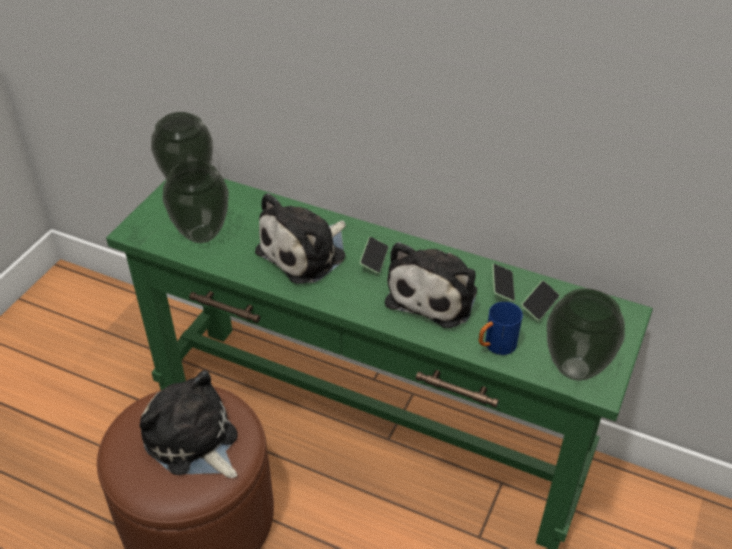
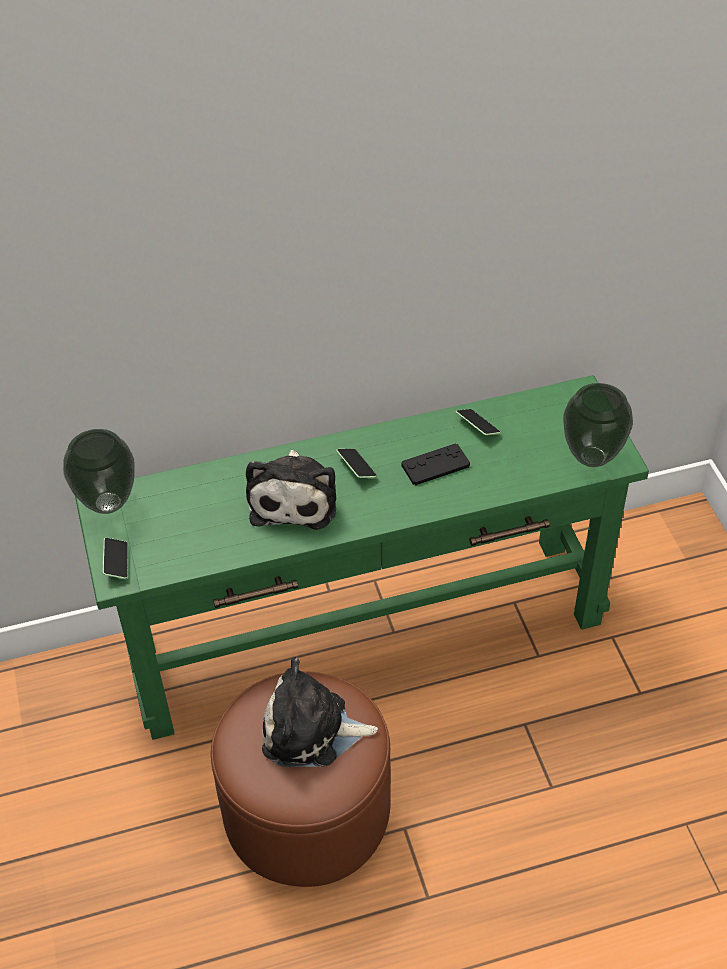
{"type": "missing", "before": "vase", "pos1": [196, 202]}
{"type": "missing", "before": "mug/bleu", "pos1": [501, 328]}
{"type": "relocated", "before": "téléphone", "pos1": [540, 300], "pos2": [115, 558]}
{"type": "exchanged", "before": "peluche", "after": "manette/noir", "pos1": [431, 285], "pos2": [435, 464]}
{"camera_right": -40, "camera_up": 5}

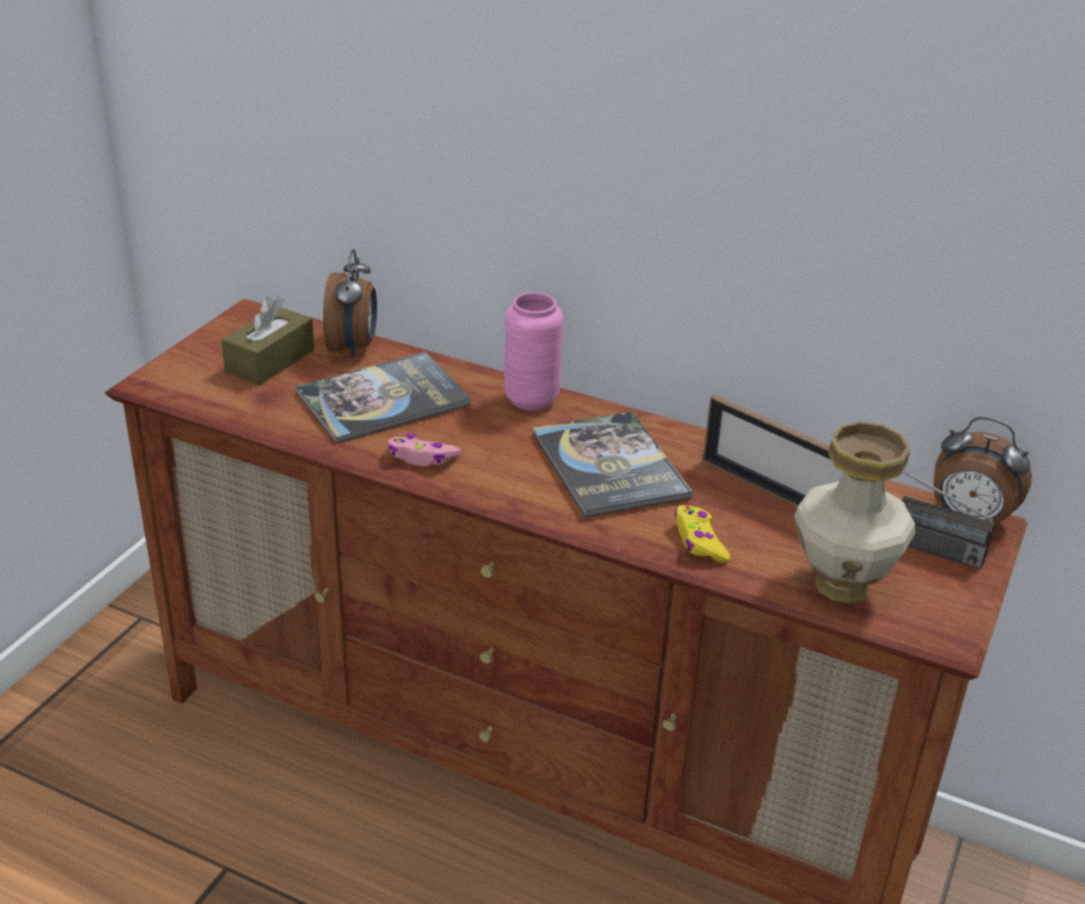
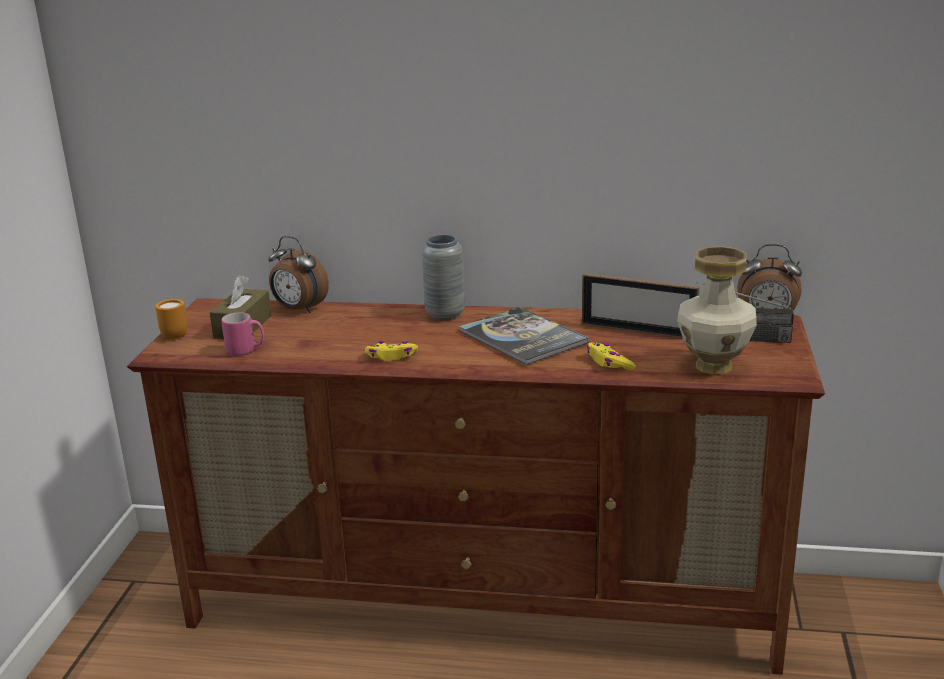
{"type": "missing", "before": "livre", "pos1": [384, 398]}
{"type": "appeared", "after": "mug/orange", "pos2": [171, 319]}
{"type": "appeared", "after": "mug/rose", "pos2": [242, 334]}
{"type": "colour", "before": "manette/rose", "after": "manette/jaune", "pos1": [424, 450], "pos2": [391, 351]}
{"type": "colour", "before": "vase/rose", "after": "vase/gris", "pos1": [533, 351], "pos2": [443, 277]}
{"type": "spun", "before": "réveil", "pos1": [350, 303], "pos2": [299, 274], "turn": 135}
{"camera_right": -15, "camera_up": -10}

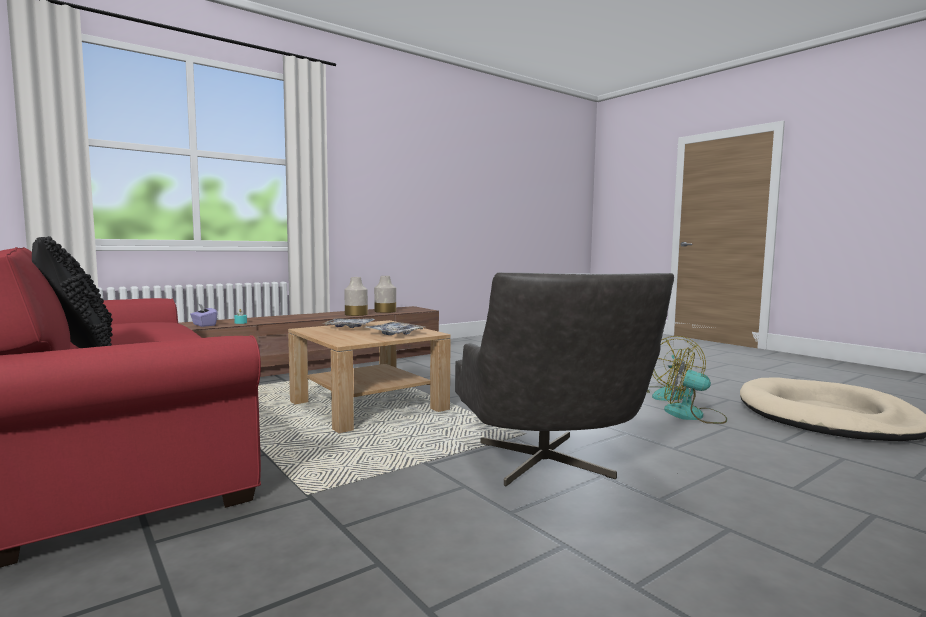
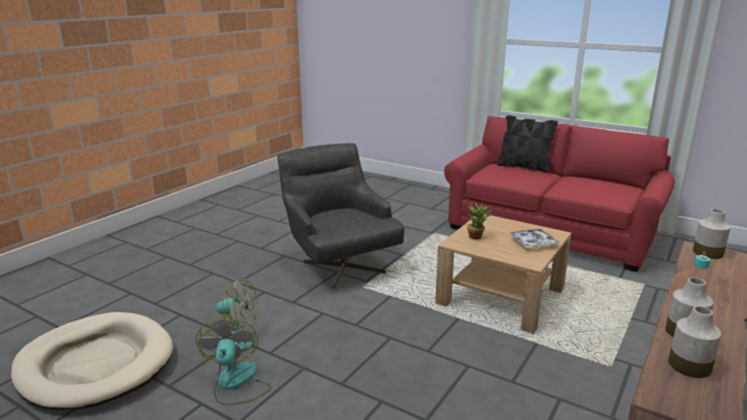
{"type": "exchanged", "before": "boîte à mouchoirs/violet", "after": "vase/beige", "pos1": [204, 315], "pos2": [712, 234]}
{"type": "exchanged", "before": "plateau", "after": "plante en pot", "pos1": [394, 328], "pos2": [481, 220]}
{"camera_right": 160, "camera_up": 15}

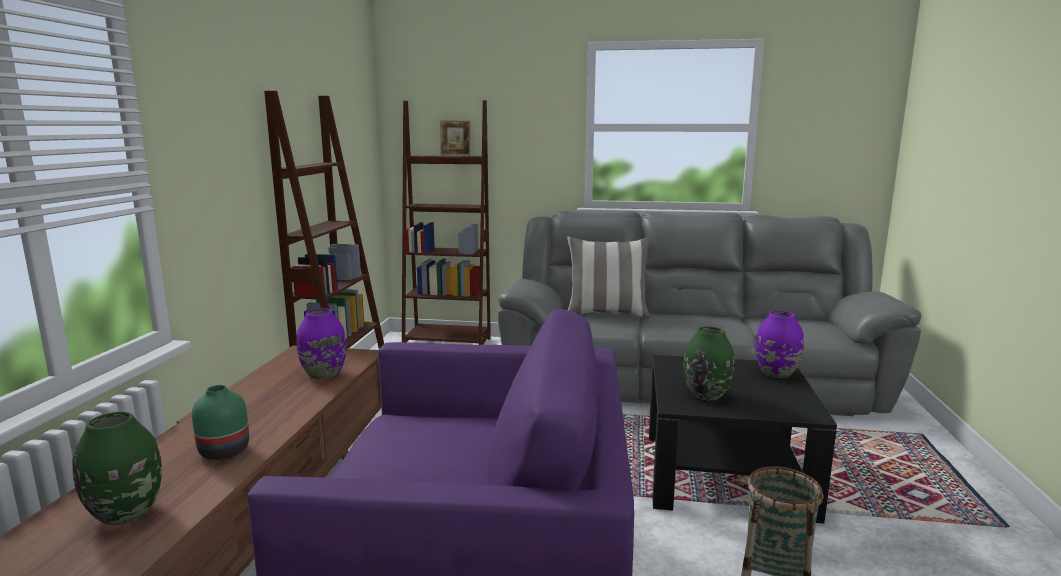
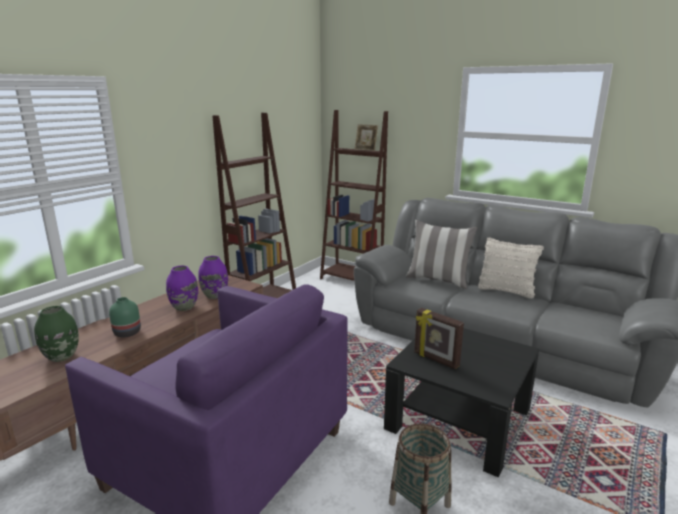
{"type": "appeared", "after": "coussin/beige", "pos2": [511, 268]}
{"type": "relocated", "before": "vase/violet", "pos1": [779, 344], "pos2": [182, 288]}
{"type": "exchanged", "before": "vase/vert", "after": "cadre photo", "pos1": [709, 363], "pos2": [439, 338]}
{"camera_right": 25, "camera_up": 5}

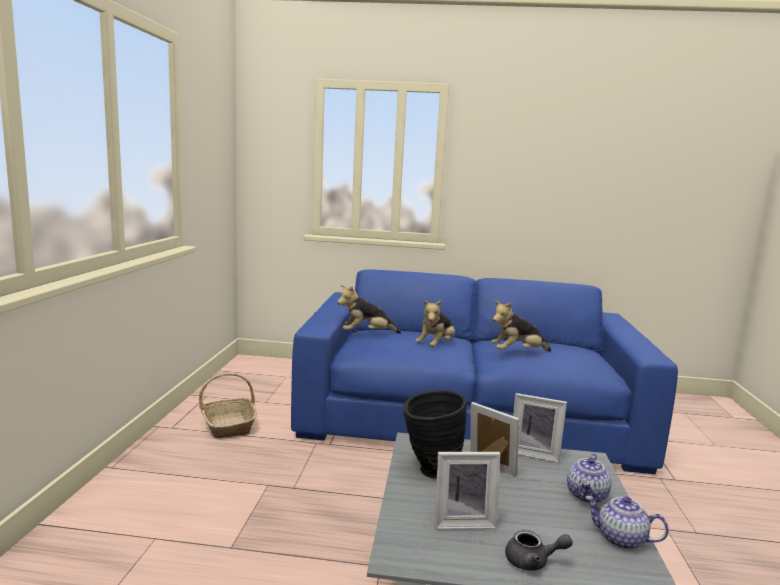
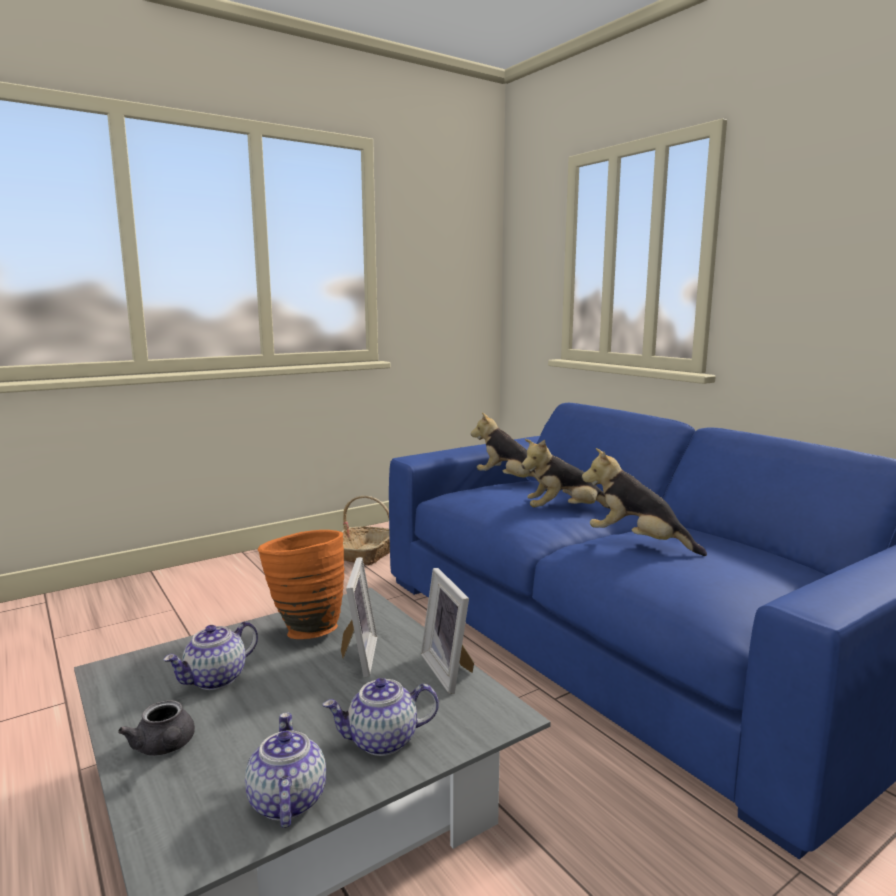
{"type": "exchanged", "before": "cadre photo", "after": "théière", "pos1": [468, 490], "pos2": [210, 655]}
{"type": "colour", "before": "vase/noir", "after": "vase/orange", "pos1": [434, 434], "pos2": [300, 584]}
{"camera_right": 50, "camera_up": 0}

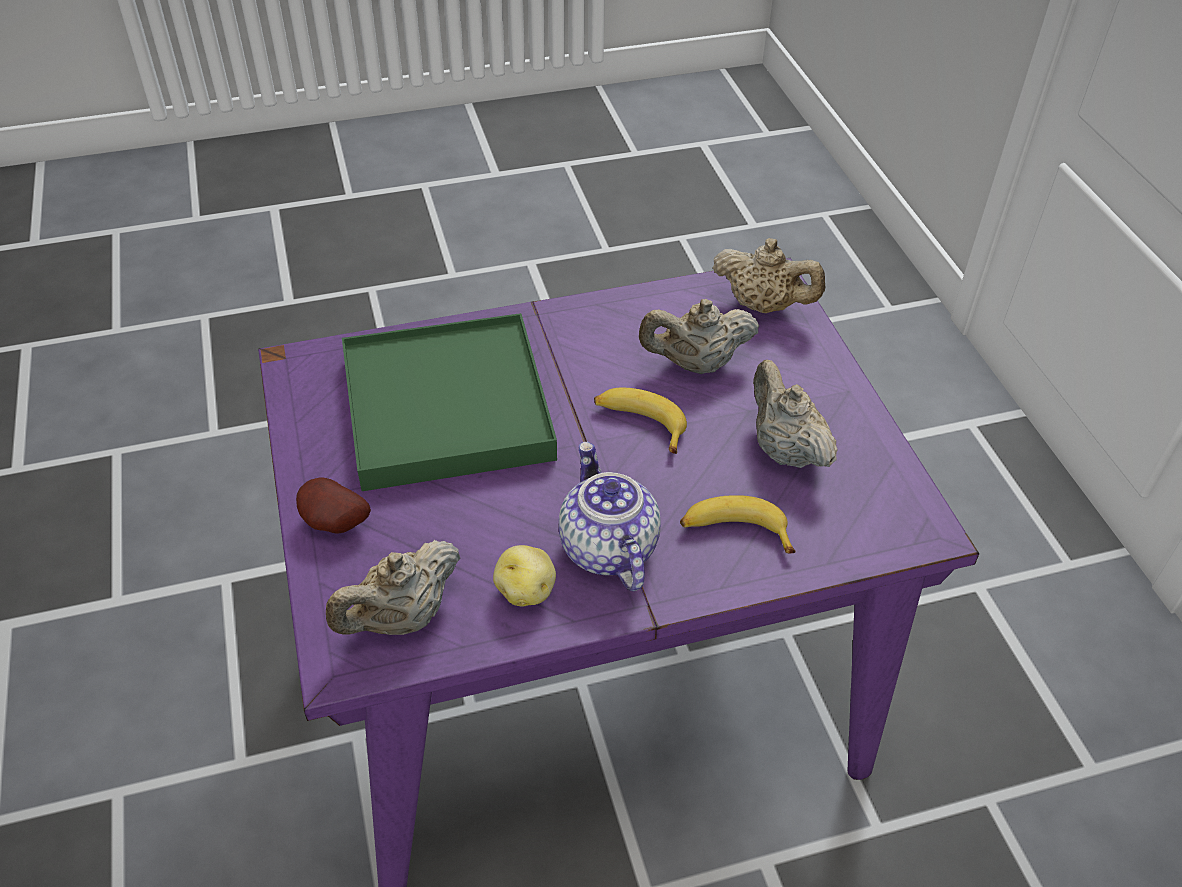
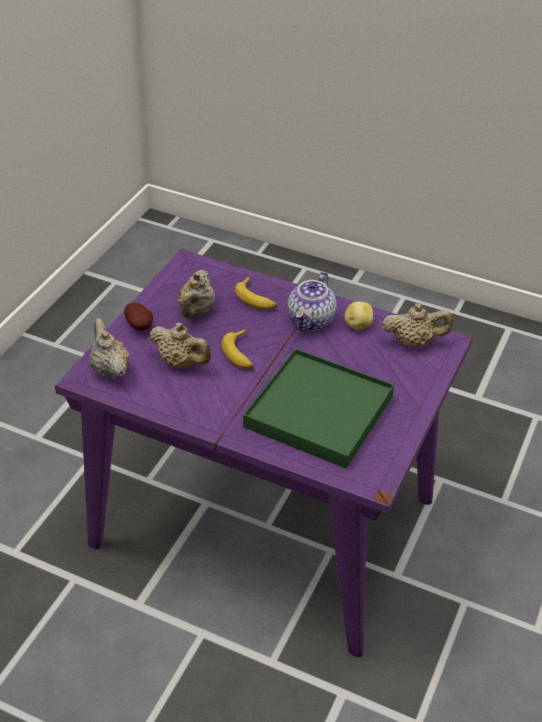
{"type": "relocated", "before": "pomme de terre", "pos1": [333, 505], "pos2": [138, 317]}
{"camera_right": -140, "camera_up": -5}

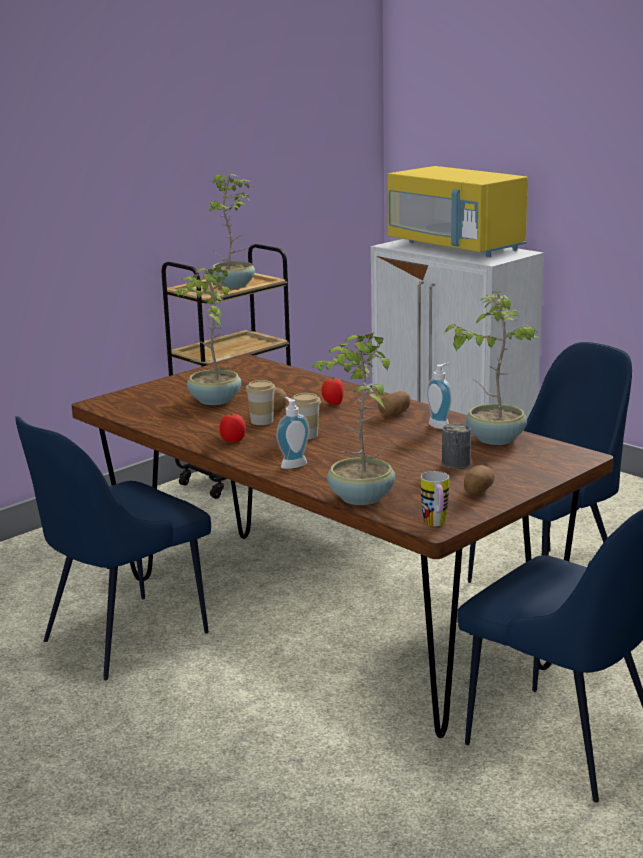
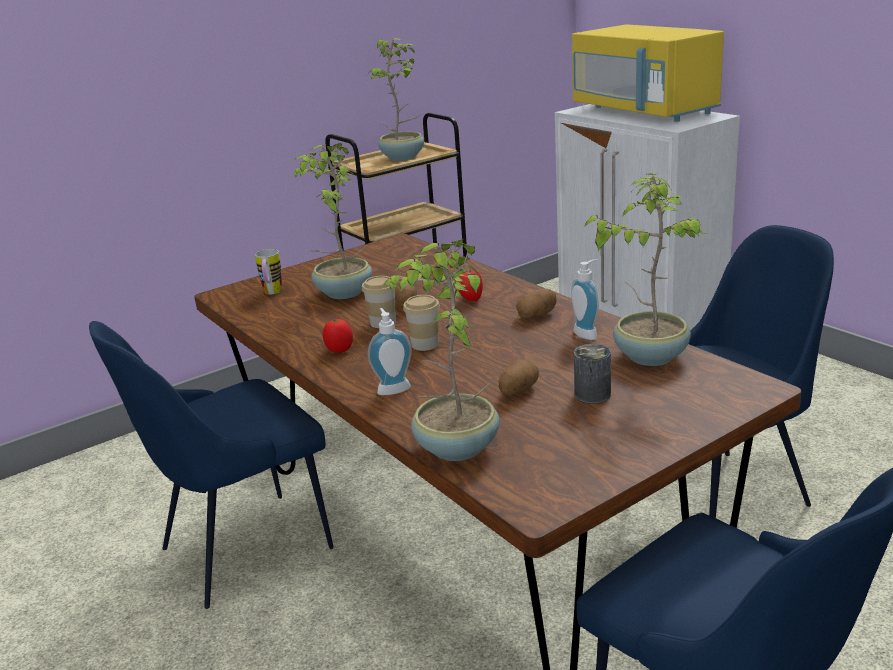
{"type": "relocated", "before": "mug", "pos1": [435, 498], "pos2": [268, 272]}
{"type": "relocated", "before": "pomme de terre", "pos1": [479, 479], "pos2": [519, 377]}
{"camera_right": 10, "camera_up": 5}

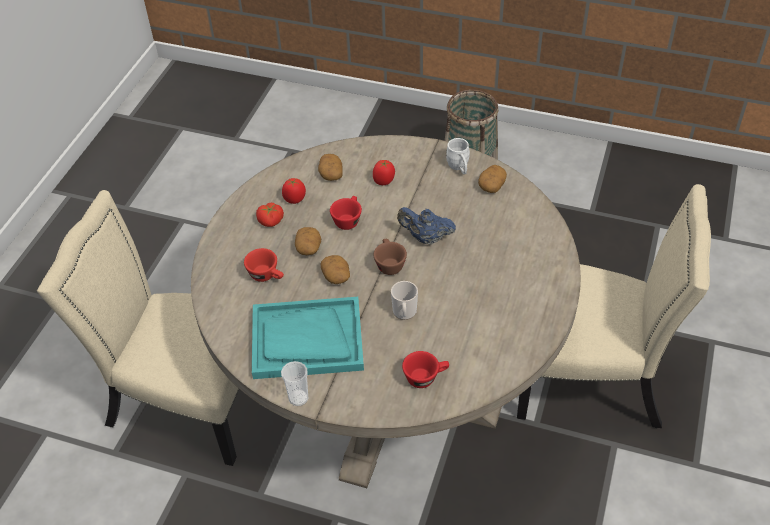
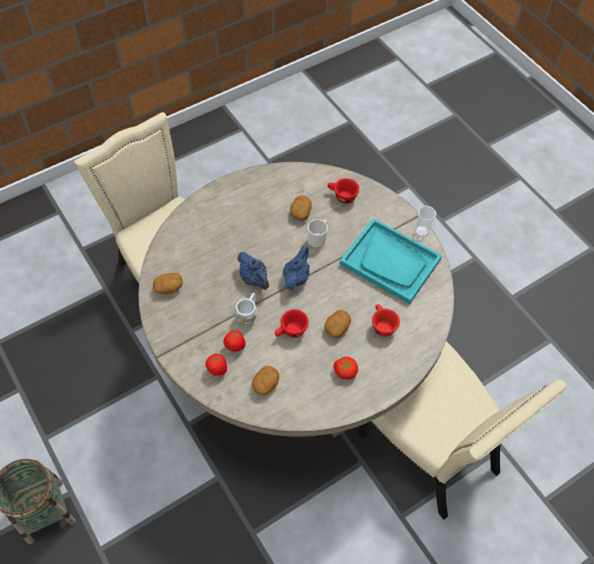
{"type": "relocated", "before": "tomate", "pos1": [294, 191], "pos2": [216, 365]}
{"type": "relocated", "before": "pomme de terre", "pos1": [335, 269], "pos2": [301, 208]}
{"type": "relocated", "before": "mug/blanc", "pos1": [458, 156], "pos2": [246, 309]}
{"type": "exchanged", "before": "tasse/marron", "after": "théière/bleu", "pos1": [390, 257], "pos2": [296, 268]}
{"camera_right": -145, "camera_up": 10}

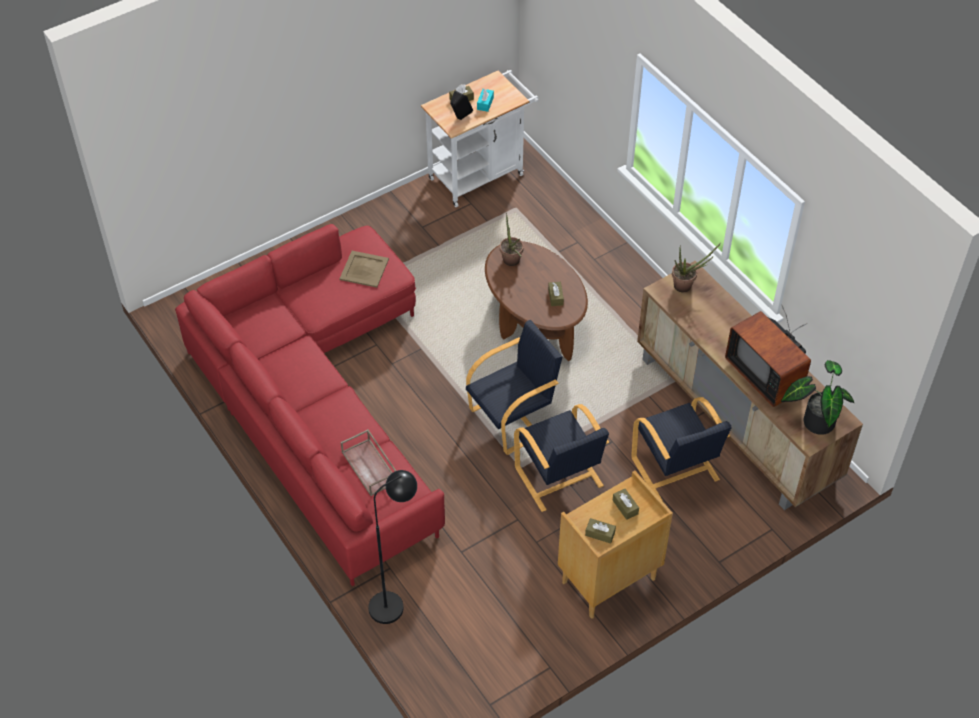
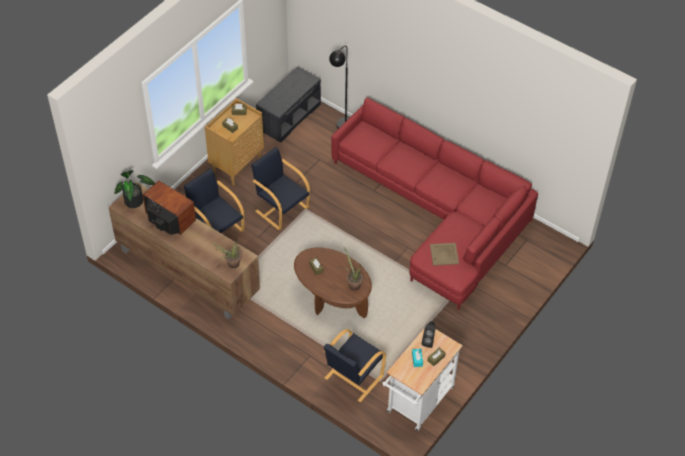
{"type": "missing", "before": "plateau/marron", "pos1": [368, 462]}
{"type": "appeared", "after": "banc/gris", "pos2": [288, 104]}
{"type": "relocated", "before": "fauteuil/noir", "pos1": [514, 387], "pos2": [355, 365]}
{"camera_right": 160, "camera_up": 0}

